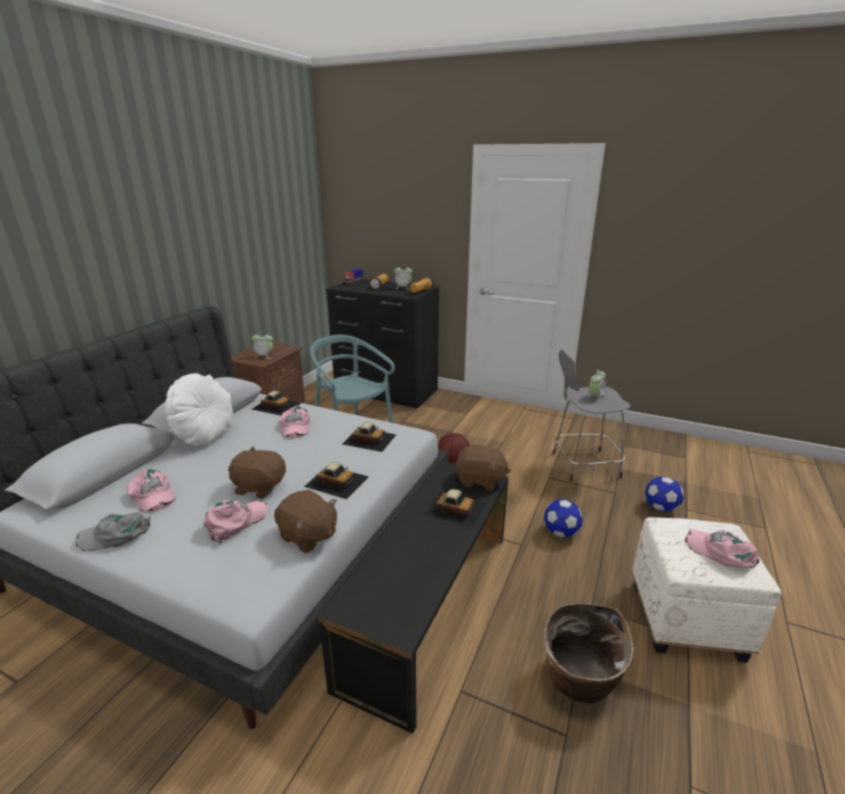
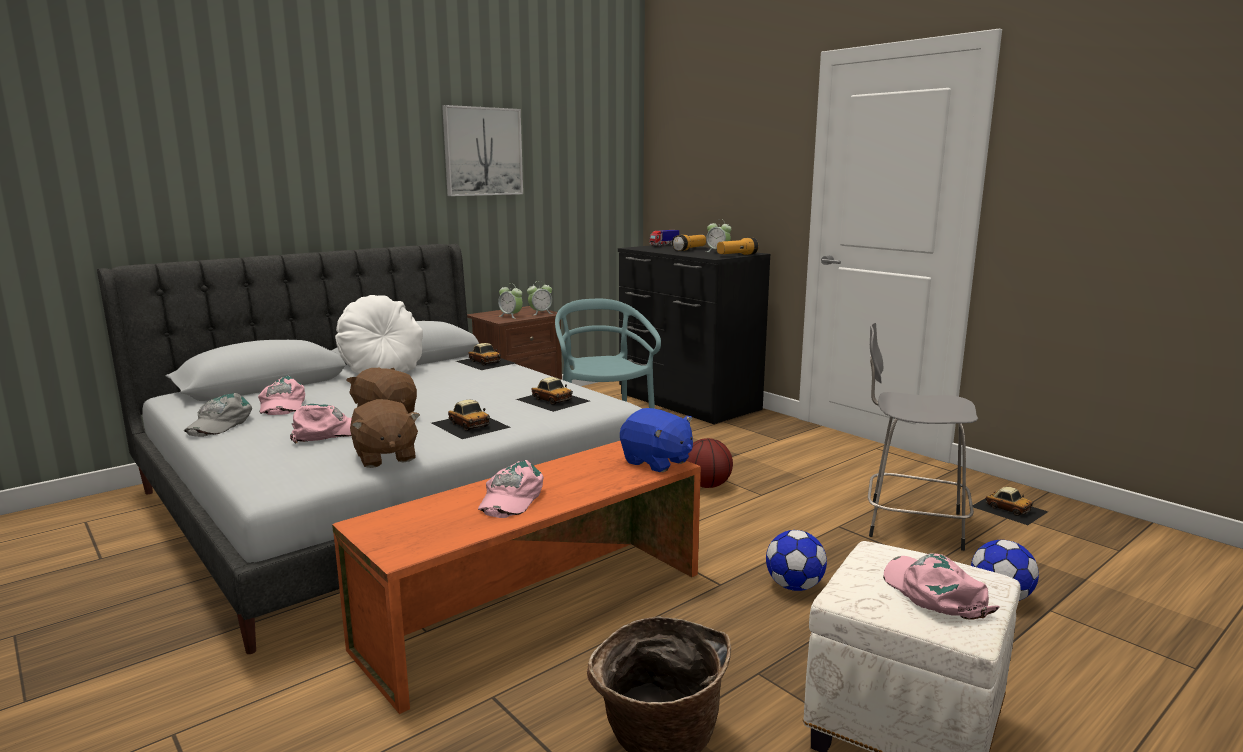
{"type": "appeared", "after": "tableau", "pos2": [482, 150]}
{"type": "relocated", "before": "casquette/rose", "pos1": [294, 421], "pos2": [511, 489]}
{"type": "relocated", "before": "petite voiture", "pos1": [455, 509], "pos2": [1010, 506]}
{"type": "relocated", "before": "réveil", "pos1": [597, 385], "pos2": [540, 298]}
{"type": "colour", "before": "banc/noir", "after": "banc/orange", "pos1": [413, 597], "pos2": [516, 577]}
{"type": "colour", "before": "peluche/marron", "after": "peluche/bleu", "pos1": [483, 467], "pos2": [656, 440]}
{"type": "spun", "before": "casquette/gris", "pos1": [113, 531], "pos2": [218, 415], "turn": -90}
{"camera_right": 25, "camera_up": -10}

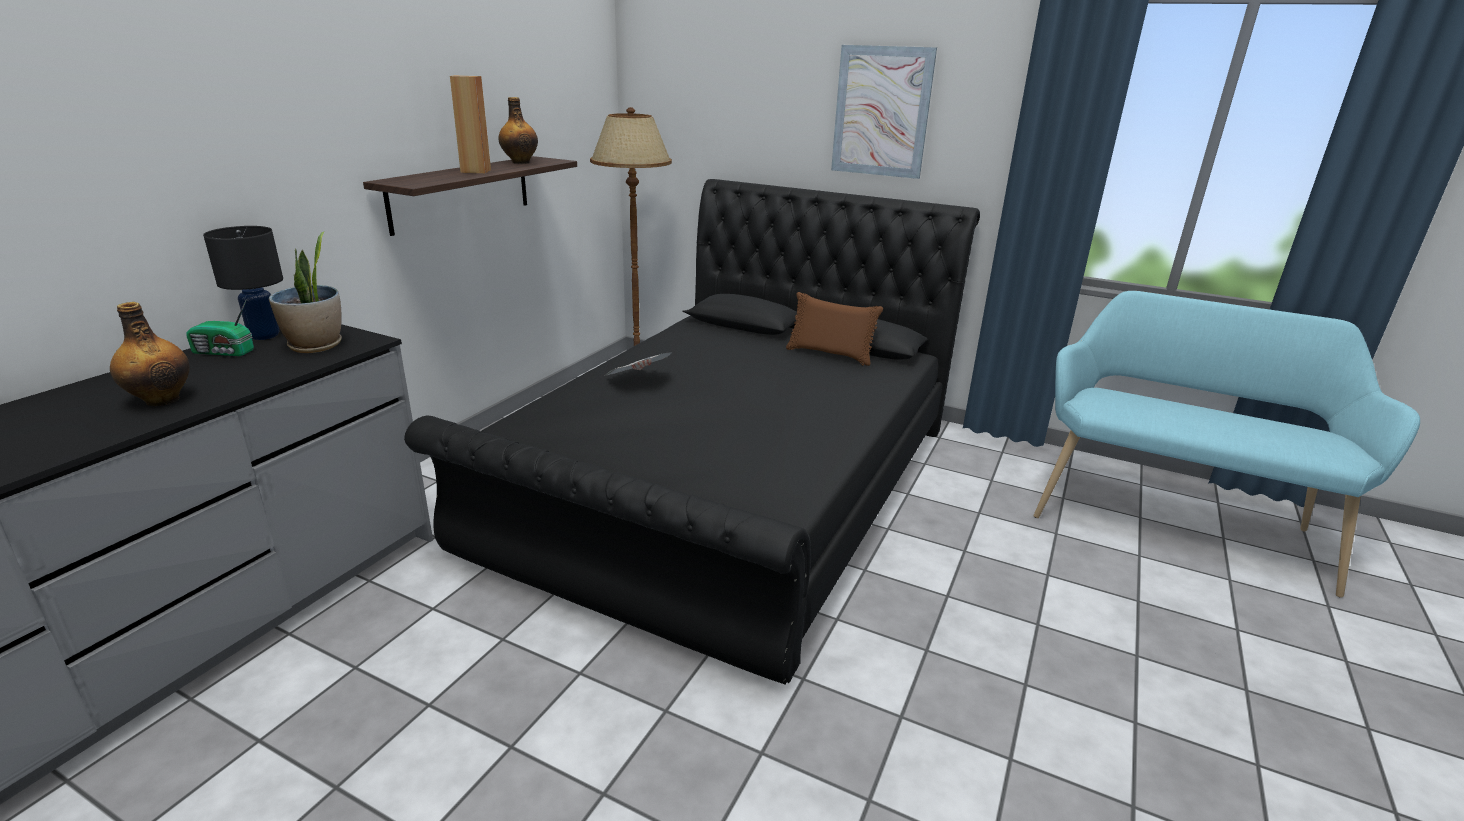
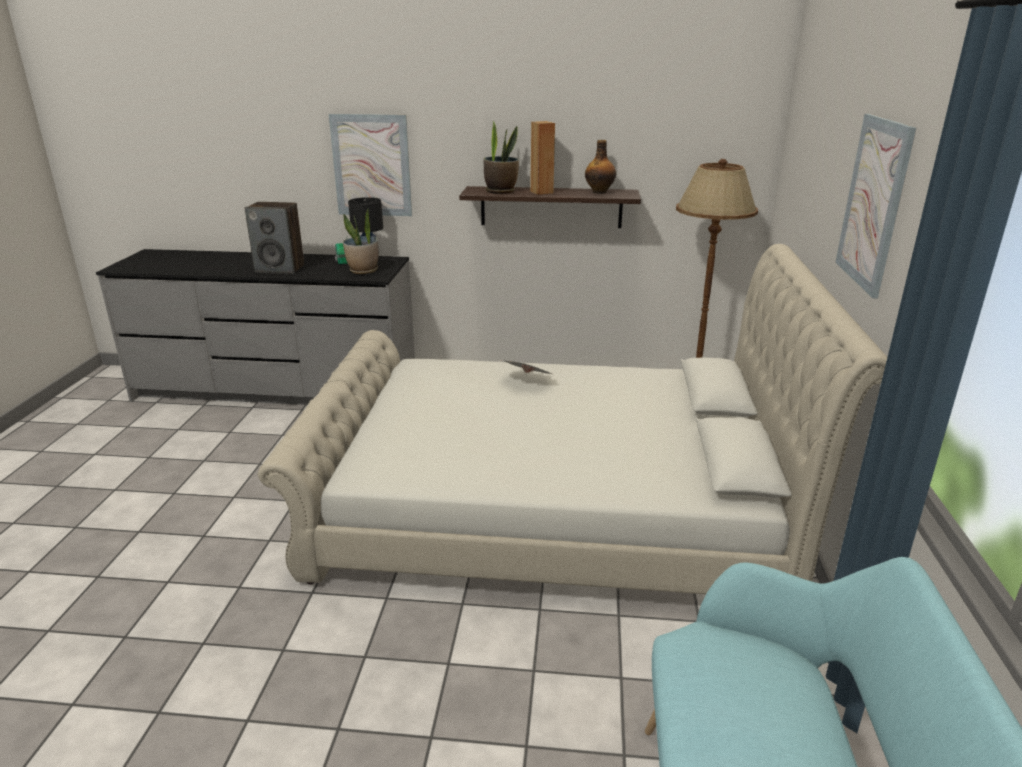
{"type": "missing", "before": "coussin/marron", "pos1": [834, 329]}
{"type": "appeared", "after": "tableau", "pos2": [370, 165]}
{"type": "appeared", "after": "plante en pot", "pos2": [501, 157]}
{"type": "exchanged", "before": "bouteille", "after": "enceinte", "pos1": [150, 354], "pos2": [274, 238]}
{"type": "colour", "before": "lit/noir", "after": "lit/beige", "pos1": [692, 431], "pos2": [572, 419]}
{"camera_right": 70, "camera_up": 0}

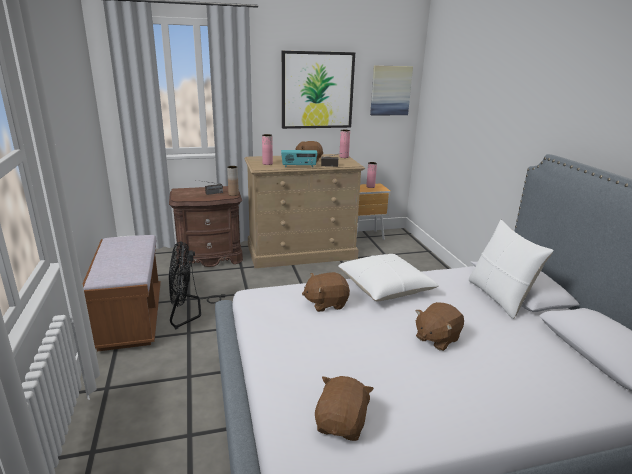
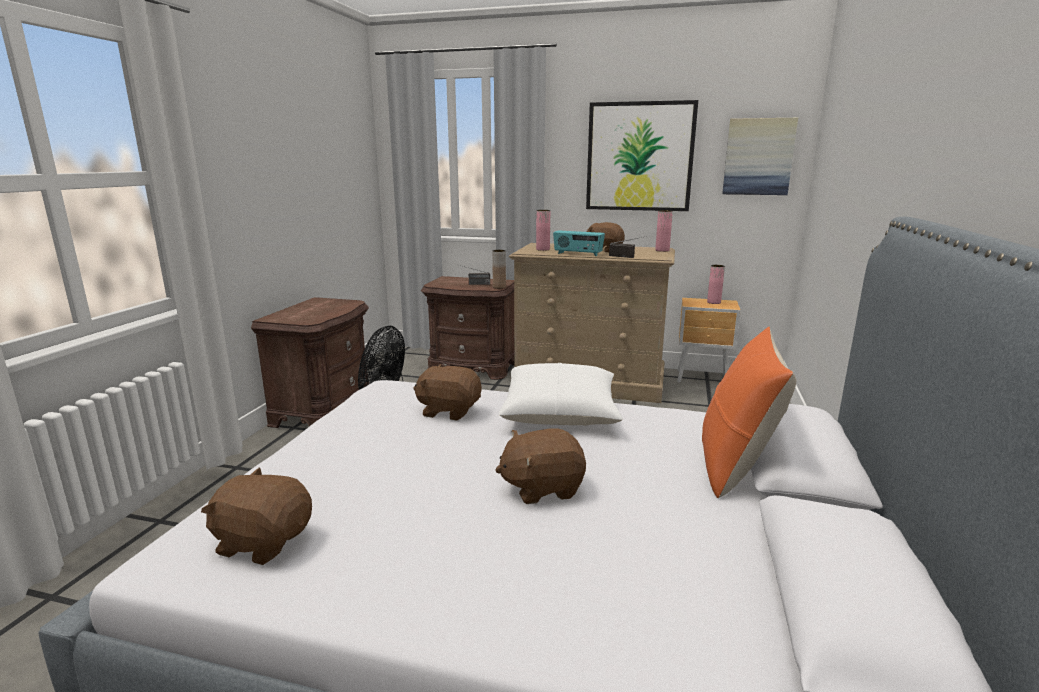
{"type": "exchanged", "before": "banc/marron", "after": "table de chevet/marron", "pos1": [122, 293], "pos2": [310, 362]}
{"type": "colour", "before": "coussin/blanc", "after": "coussin/orange", "pos1": [511, 269], "pos2": [749, 412]}
{"type": "spun", "before": "peluche/marron", "pos1": [344, 408], "pos2": [256, 516], "turn": -120}
{"camera_right": 30, "camera_up": -5}

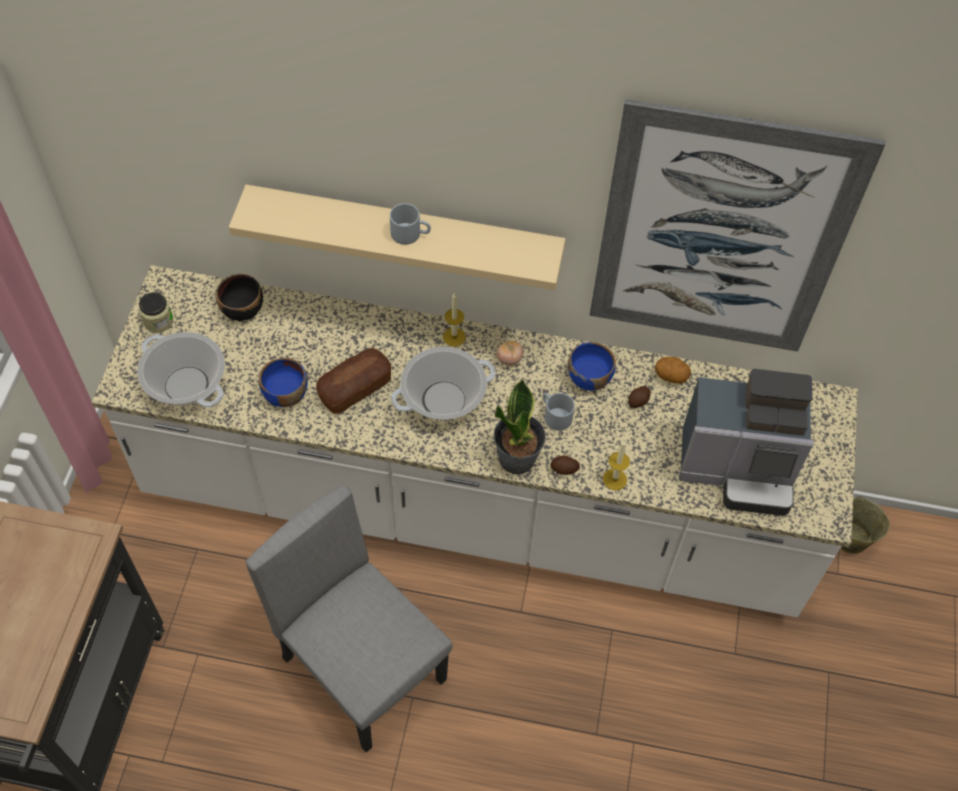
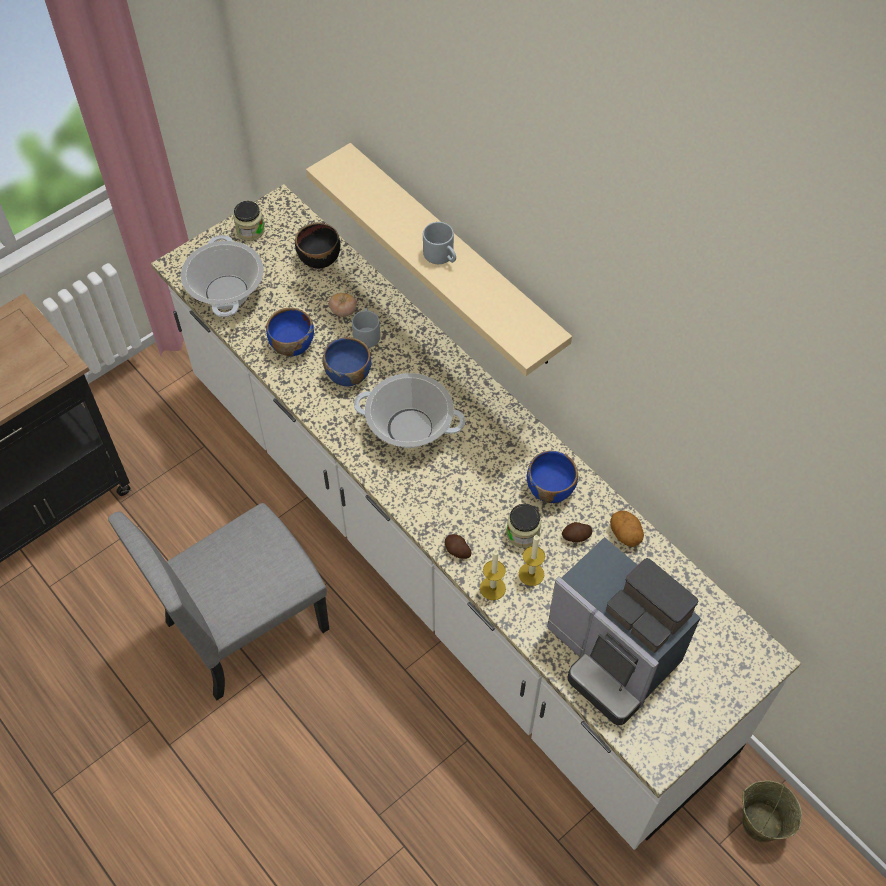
{"type": "missing", "before": "plante en pot", "pos1": [520, 426]}
{"type": "missing", "before": "tableau", "pos1": [737, 225]}
{"type": "appeared", "after": "bocal", "pos2": [524, 526]}
{"type": "relocated", "before": "bougie", "pos1": [454, 320], "pos2": [532, 560]}
{"type": "relocated", "before": "tomate", "pos1": [510, 353], "pos2": [343, 305]}
{"type": "relocated", "before": "mug/gris", "pos1": [559, 412], "pos2": [366, 328]}
{"type": "exchanged", "before": "pain", "after": "bol/bleu", "pos1": [353, 381], "pos2": [347, 362]}
{"type": "spun", "before": "chaise/gris", "pos1": [348, 618], "pos2": [218, 601], "turn": -120}
{"camera_right": 40, "camera_up": 0}

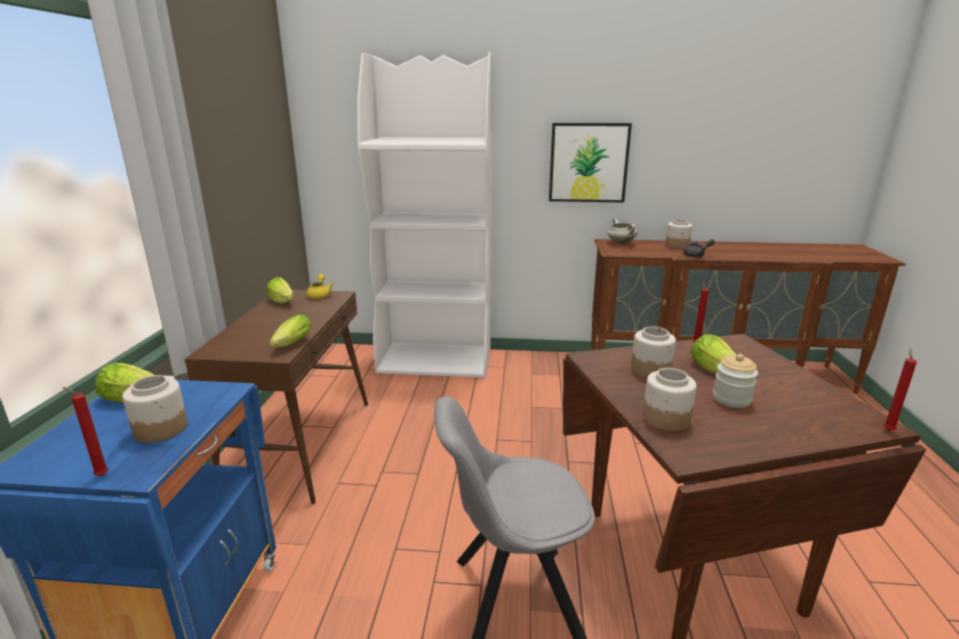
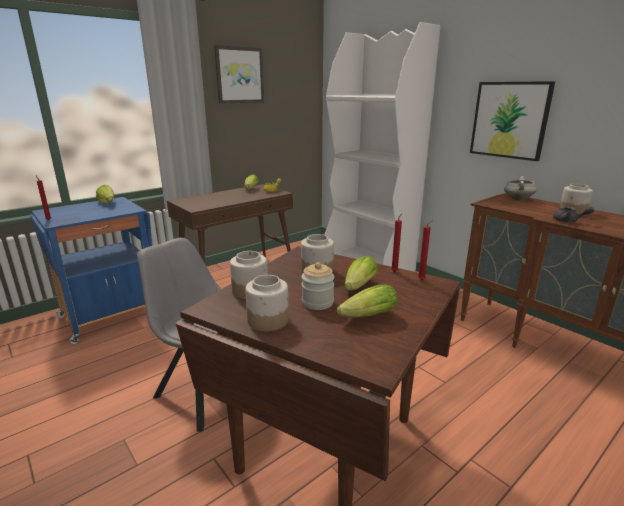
{"type": "appeared", "after": "tableau", "pos2": [239, 74]}
{"type": "relocated", "before": "bocal", "pos1": [155, 409], "pos2": [267, 303]}
{"type": "relocated", "before": "laitue", "pos1": [290, 330], "pos2": [367, 301]}
{"type": "relocated", "before": "bougie/rouge", "pos1": [900, 389], "pos2": [425, 250]}
{"camera_right": 45, "camera_up": 0}

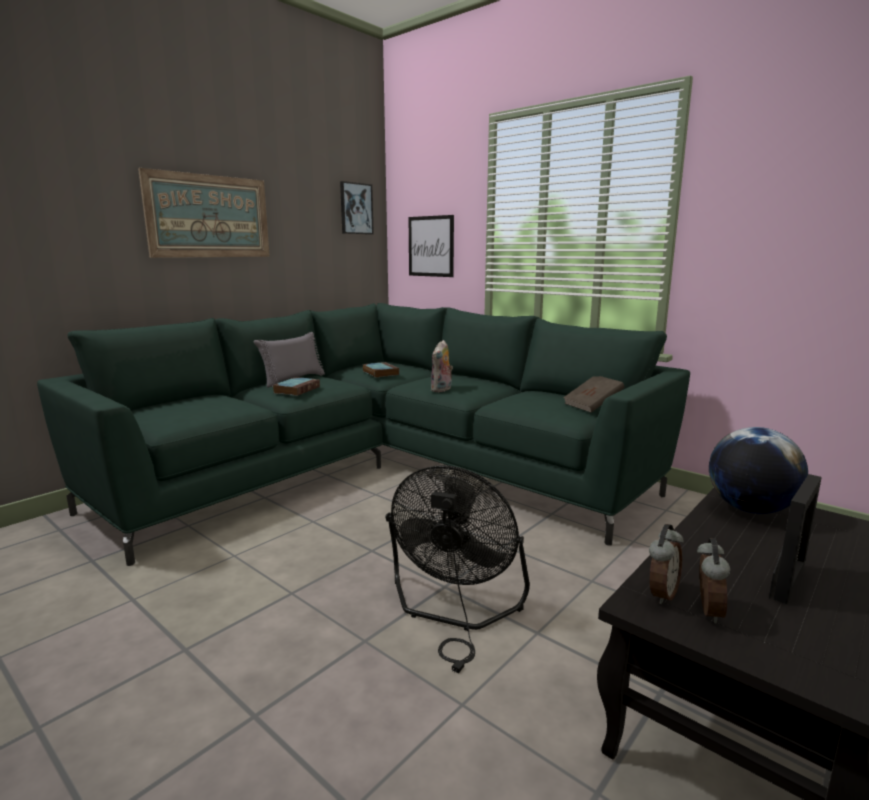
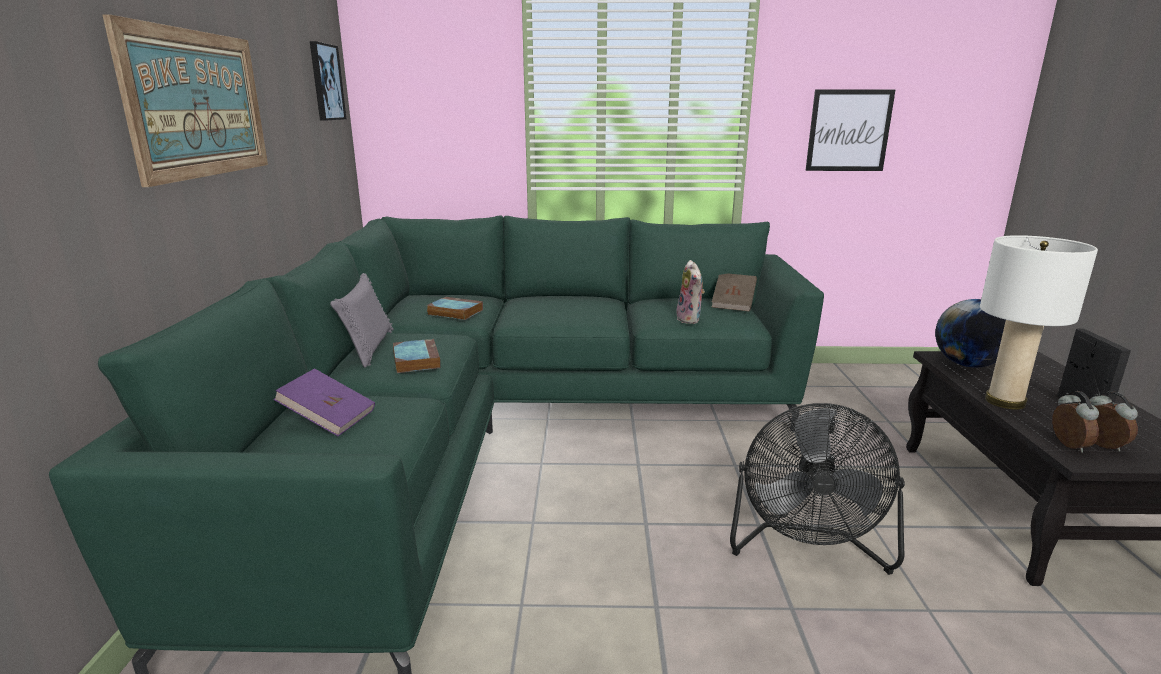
{"type": "appeared", "after": "livre/violet", "pos2": [324, 402]}
{"type": "appeared", "after": "lampe de table/blanc", "pos2": [1039, 322]}
{"type": "relocated", "before": "tableau", "pos1": [431, 246], "pos2": [850, 130]}
{"type": "relocated", "before": "peluche", "pos1": [441, 366], "pos2": [690, 292]}
{"type": "spun", "before": "ventilateur/noir", "pos1": [457, 569], "pos2": [817, 489], "turn": -150}
{"camera_right": -40, "camera_up": 5}

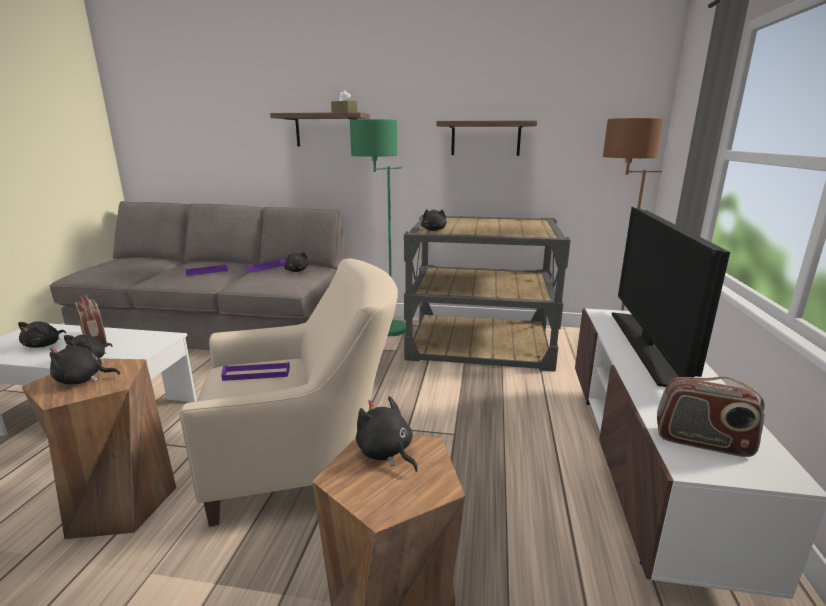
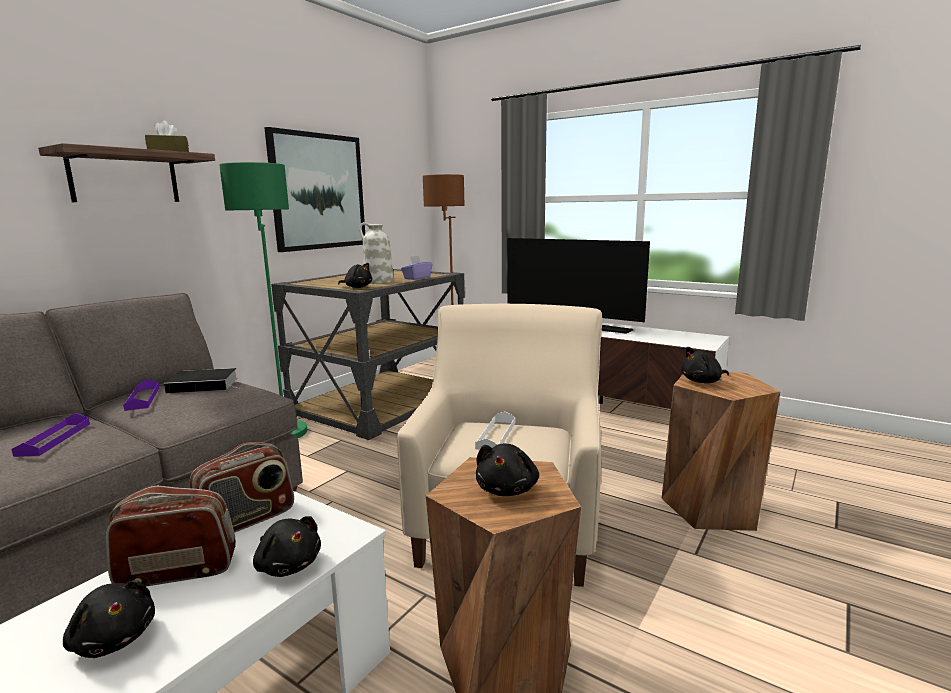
{"type": "appeared", "after": "vase/blanc", "pos2": [376, 253]}
{"type": "appeared", "after": "boîte à mouchoirs/violet", "pos2": [416, 267]}
{"type": "relocated", "before": "radio", "pos1": [711, 416], "pos2": [241, 487]}
{"type": "exchanged", "before": "peluche/noir", "after": "livre", "pos1": [296, 262], "pos2": [201, 380]}
{"type": "exchanged", "before": "étagère", "after": "tableau", "pos1": [486, 138], "pos2": [314, 189]}
{"type": "colour", "before": "plateau/violet", "after": "plateau/blanc", "pos1": [255, 371], "pos2": [495, 430]}
{"camera_right": -65, "camera_up": -5}

